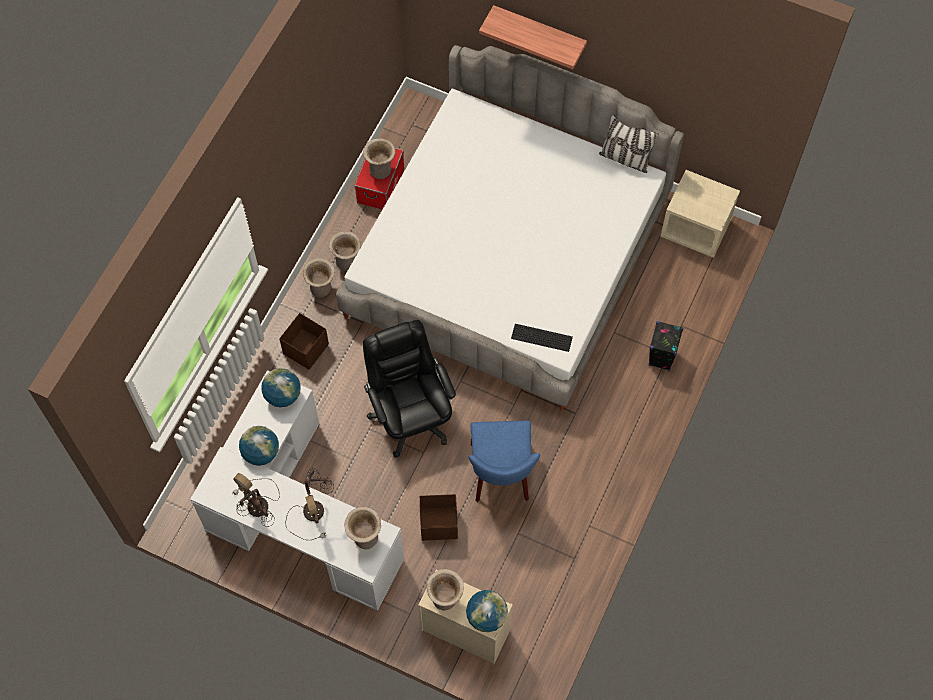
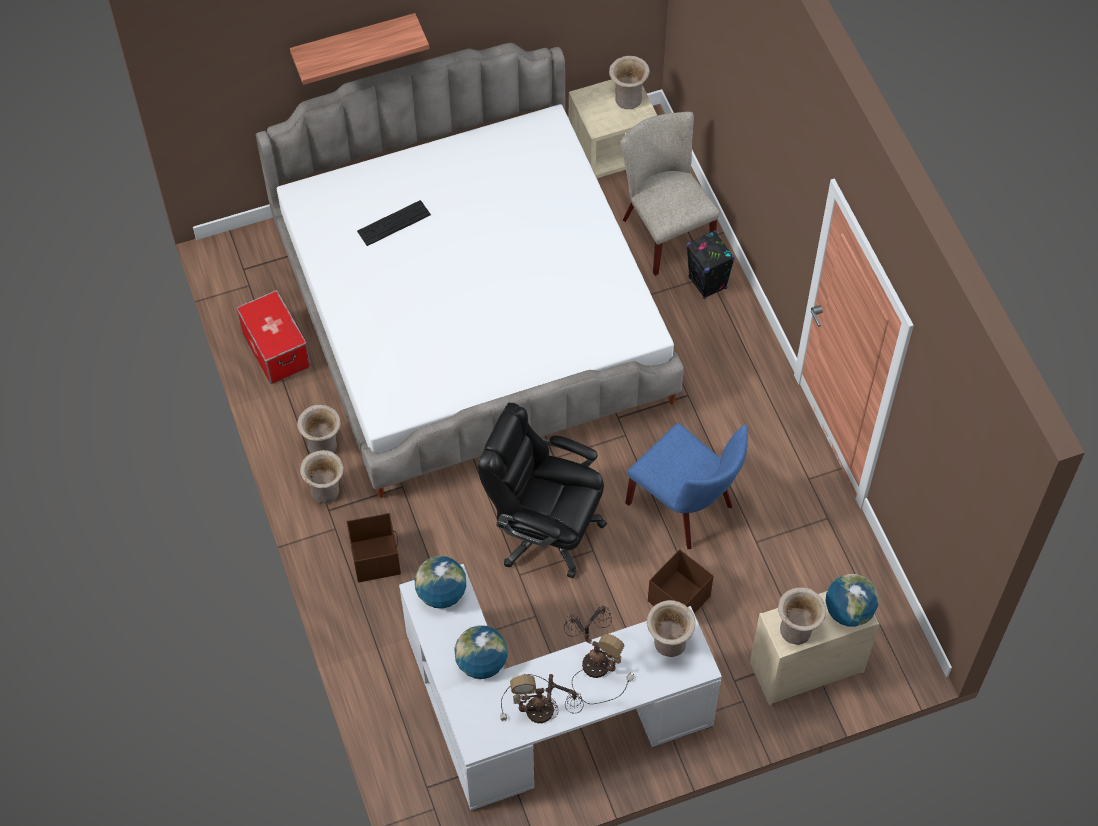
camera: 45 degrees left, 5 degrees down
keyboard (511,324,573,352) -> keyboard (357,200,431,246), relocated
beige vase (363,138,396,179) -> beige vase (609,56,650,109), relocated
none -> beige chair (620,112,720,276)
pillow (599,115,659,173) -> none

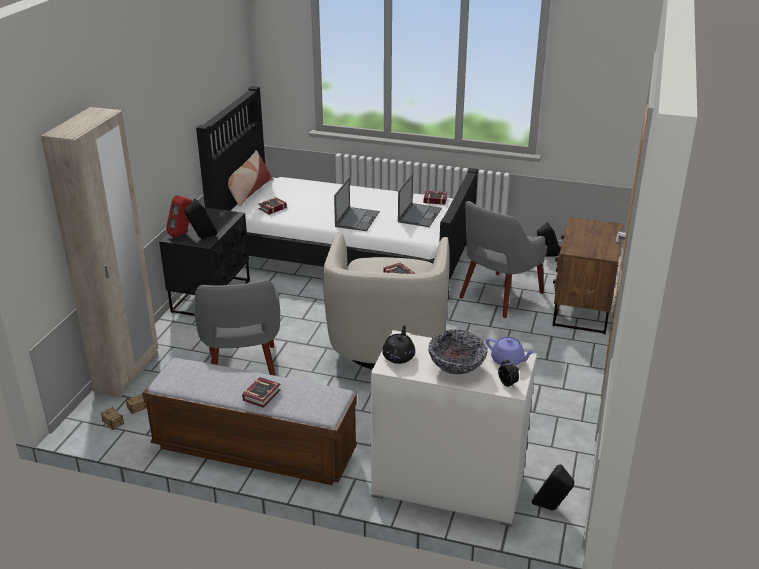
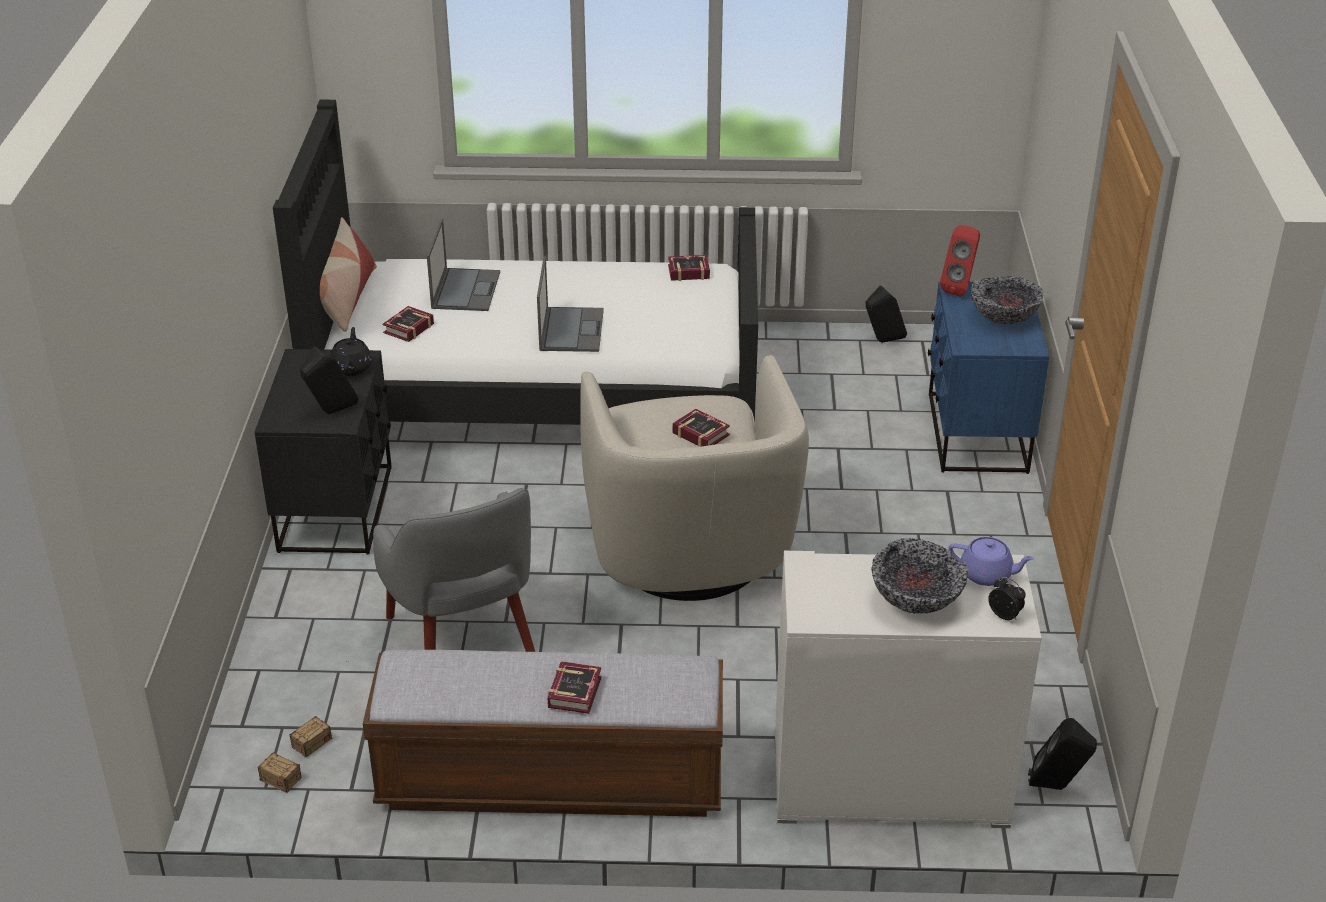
camera: 15 degrees left, 5 degrees up
black teapot (382,325,415,364) -> black teapot (330,327,372,376), relocated
laptop (398,174,442,227) -> laptop (427,218,500,311), relocated
brown nightstand (553,217,624,334) -> blue nightstand (928,281,1050,474)
red speaker (166,195,192,238) -> red speaker (940,225,980,297), relocated
none -> bowl (971,276,1044,324)
beige wardrobe (41,107,158,397) -> none
grey armchair (459,201,547,318) -> none

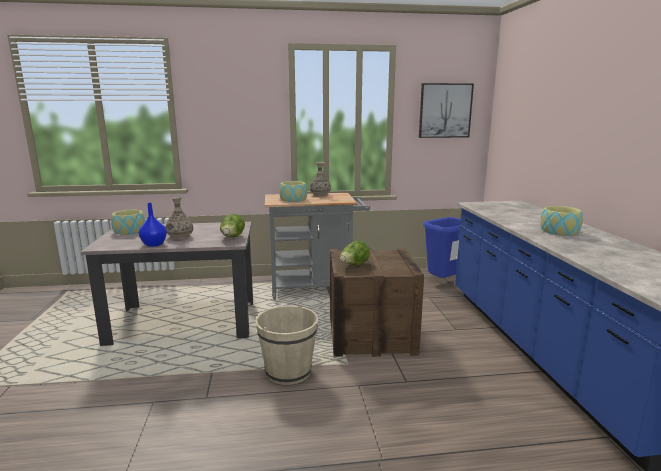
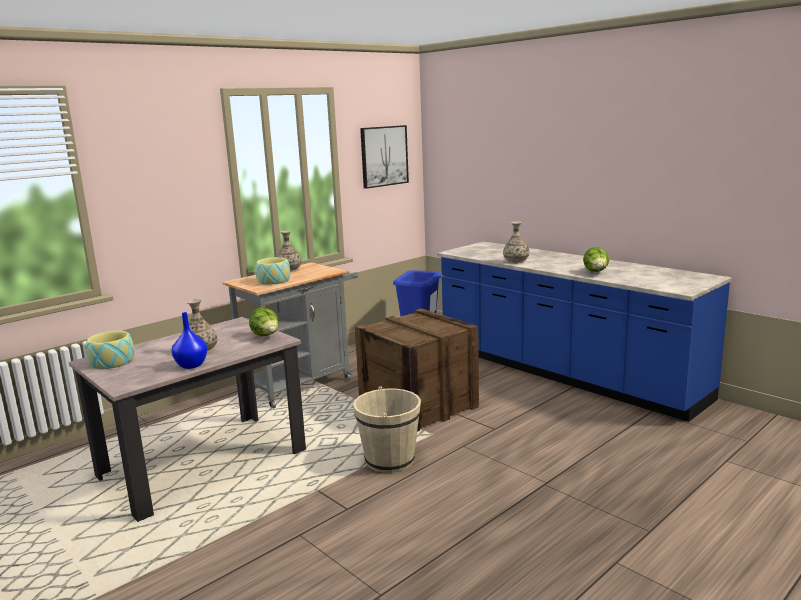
camera: 35 degrees left, 0 degrees up
none -> vase (503,221,529,263)
lettuce (340,241,370,265) -> lettuce (583,247,609,272), relocated
bowl (540,206,583,236) -> none

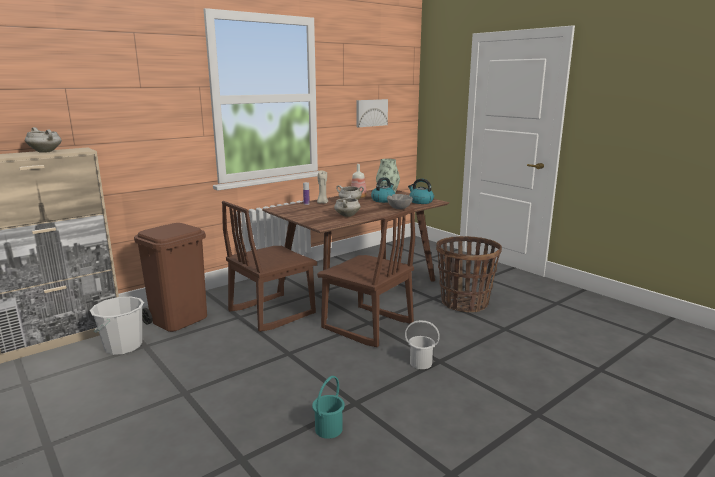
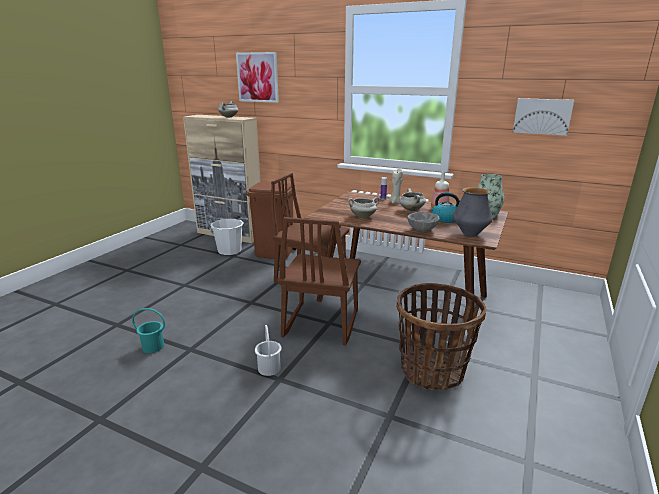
camera: 65 degrees right, 5 degrees up
none -> picture (236,52,279,103)
kettle (408,179,434,204) -> vase (453,187,493,237)

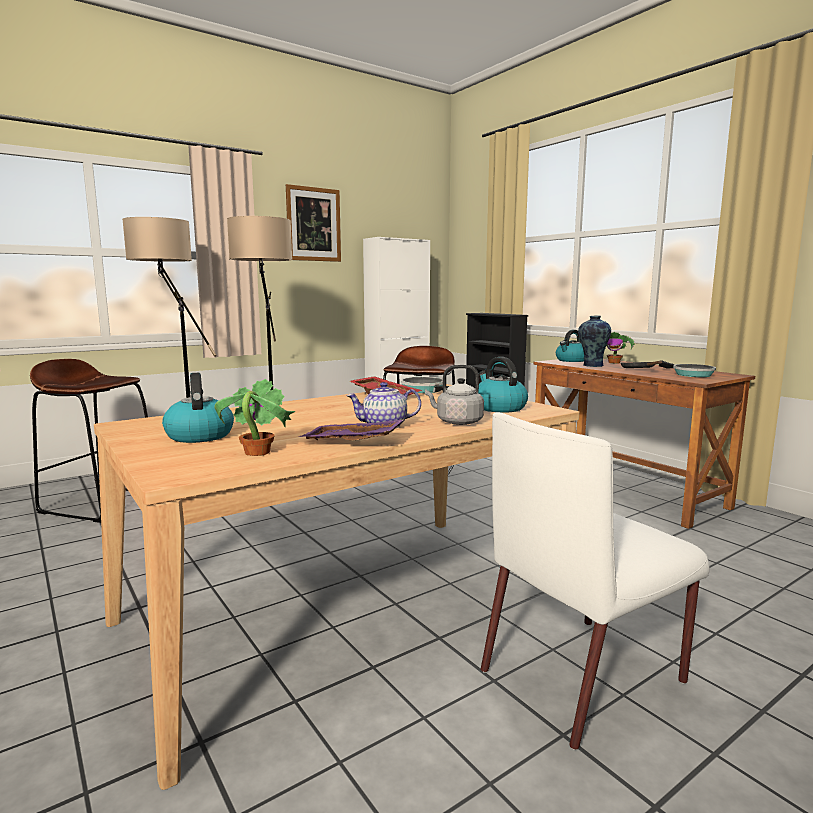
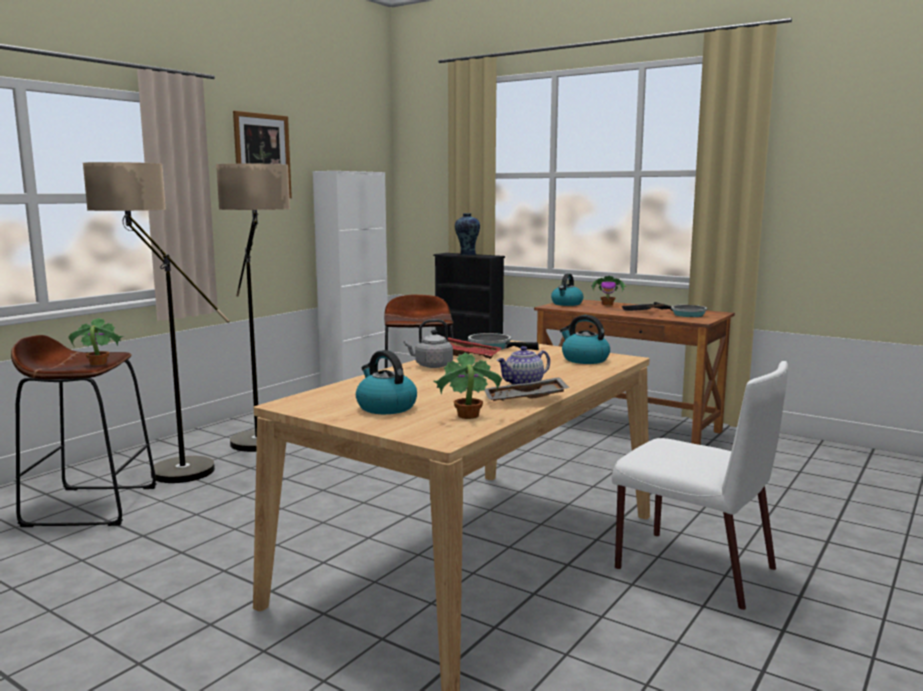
camera: 20 degrees left, 0 degrees up
none -> potted plant (68,318,123,365)
grey kettle (425,365,484,425) -> grey kettle (404,319,453,368), relocated
vase (578,316,611,367) -> vase (455,213,480,255), relocated
purple tray (298,419,405,440) -> grey tray (484,377,570,401)
white chair (481,412,710,750) -> white chair (612,361,788,610), 90 degrees counterclockwise

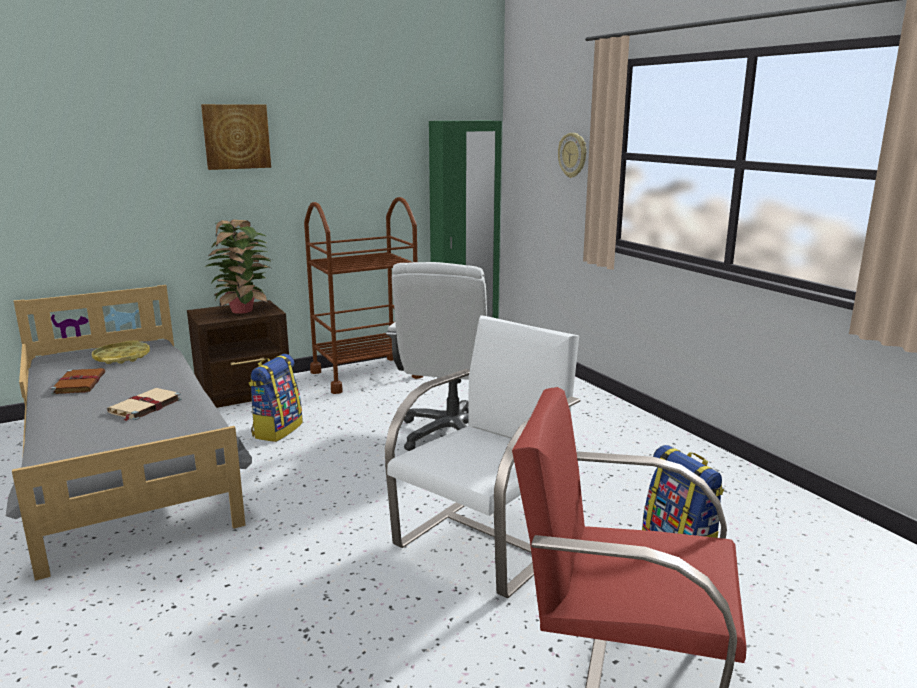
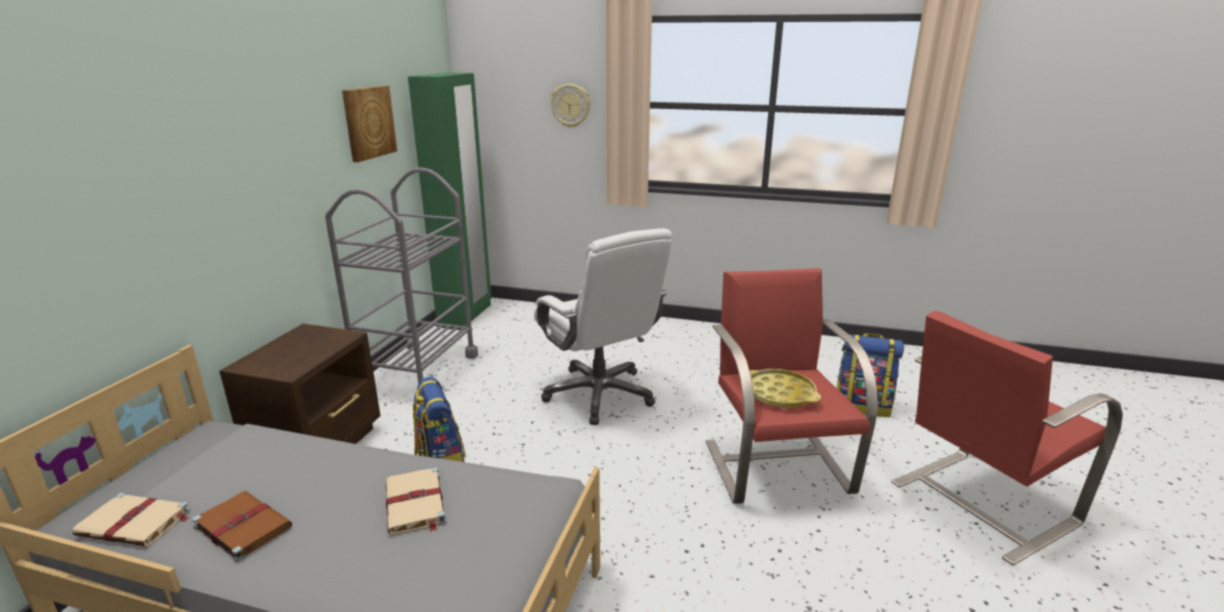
camera: 45 degrees left, 5 degrees up
none -> beige book (72,492,191,547)
brown cart (304,197,423,394) -> grey cart (325,167,478,404)
picture (201,104,271,170) -> picture (342,85,397,162), relocated
white armchair (385,316,580,598) -> red armchair (706,268,878,504)
yellow tray (92,340,150,364) -> yellow tray (750,369,821,409), relocated
potted plant (206,220,272,314) -> none

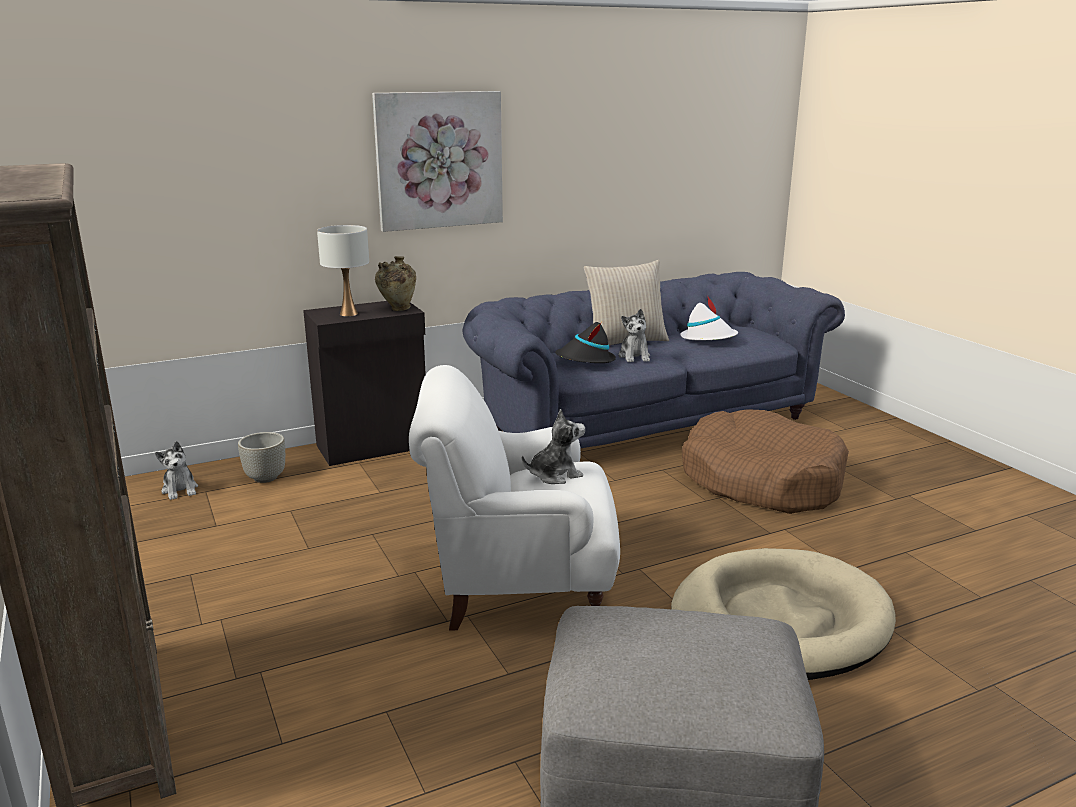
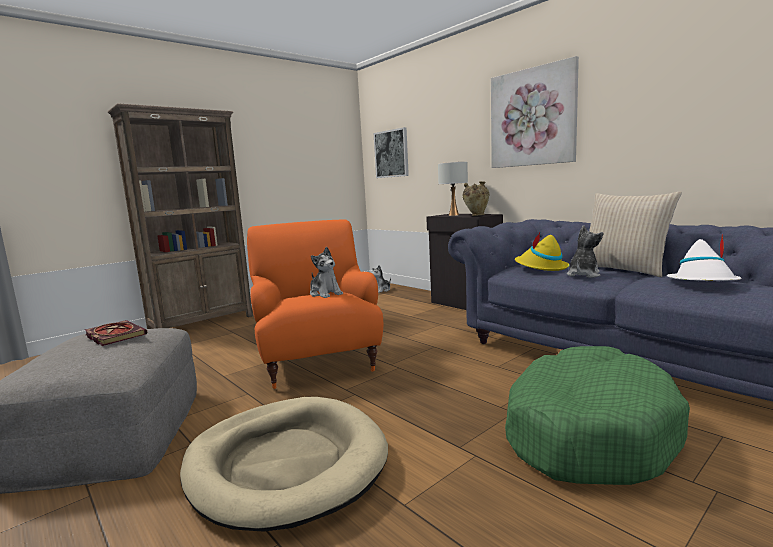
camera: 75 degrees right, 10 degrees down
none -> book (85,320,148,346)
white armchair (409,365,620,631) -> orange armchair (247,219,383,389)
none -> picture (374,127,409,178)
brown dog bed (682,409,849,514) -> green dog bed (505,346,690,485)
black hat (555,322,616,363) -> yellow hat (515,233,569,271)
plush toy (619,309,650,362) -> plush toy (567,225,603,278), 150 degrees clockwise
grey planter (238,432,285,483) -> none

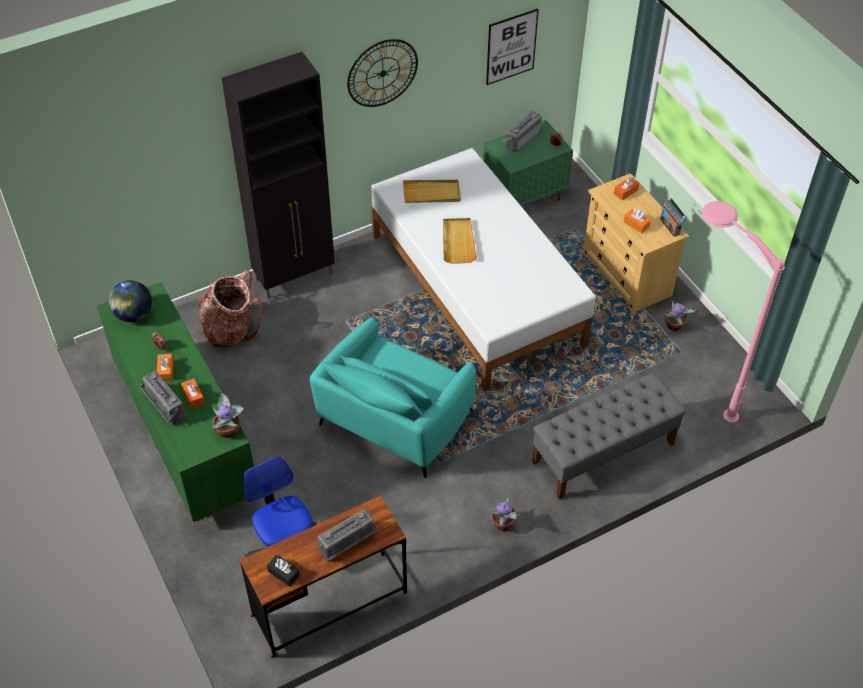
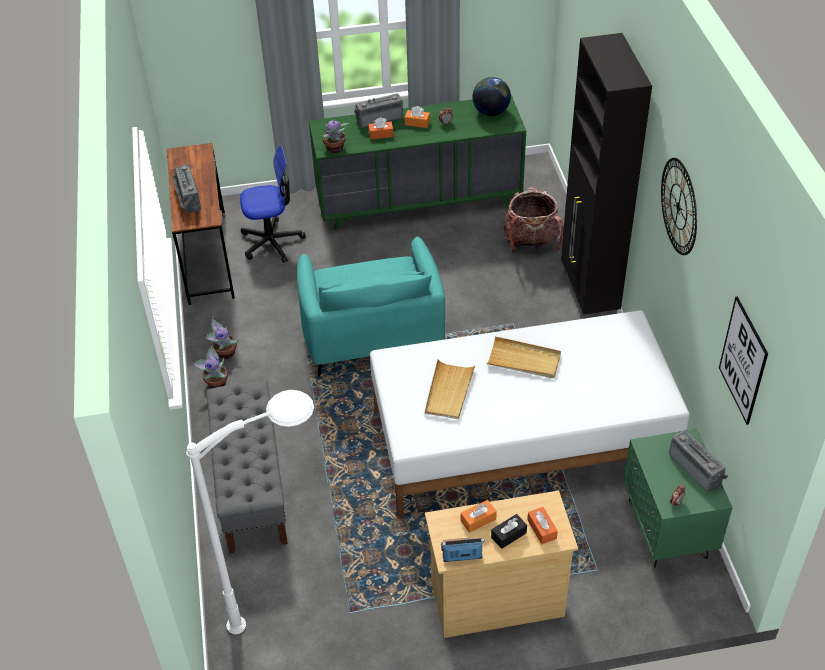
camera: 110 degrees right, 5 degrees down
pink floor lamp (701,201,785,423) -> white floor lamp (186,390,314,635)
potted plant (664,301,697,331) -> potted plant (205,316,239,359), relocated
turquoise armchair (310,317,476,478) -> turquoise armchair (297,236,445,377), 150 degrees counterclockwise
beige tray (403,180,461,203) -> beige tray (425,359,476,419), relocated
black tissue box (267,555,300,587) -> black tissue box (491,514,527,549), relocated

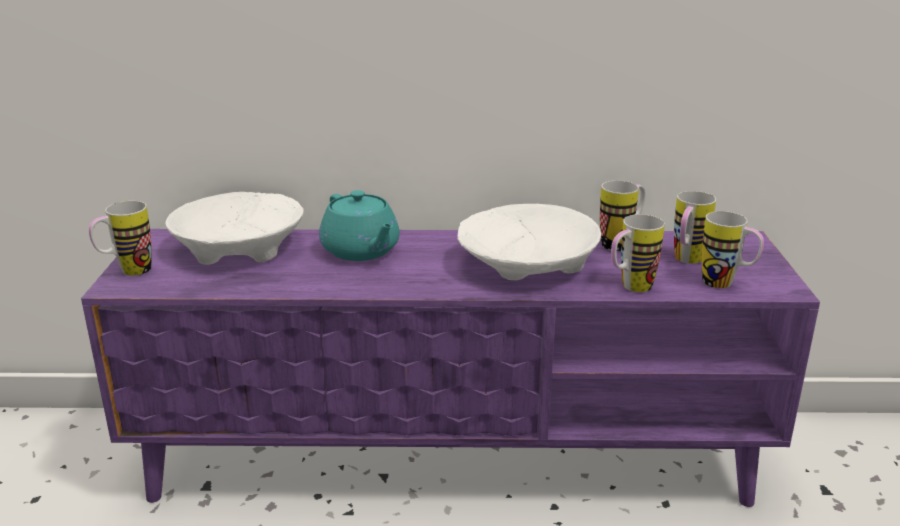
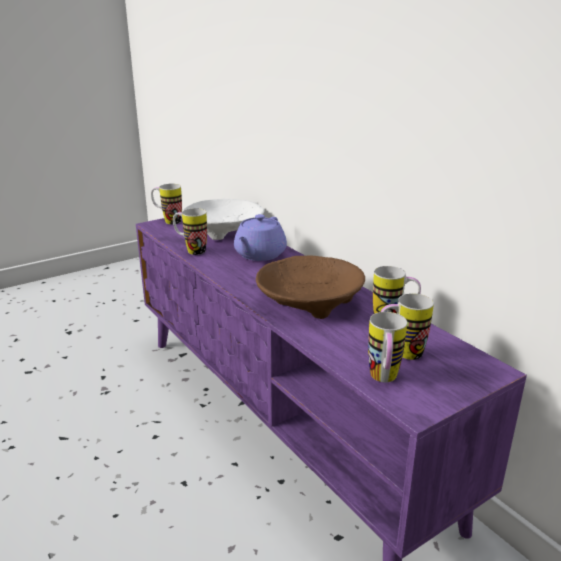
camera: 55 degrees right, 0 degrees up
mug (611,214,665,292) -> mug (173,208,207,255), relocated
turquoise teapot (319,190,400,261) -> purple teapot (234,214,287,261)
white bowl (457,204,601,280) -> brown bowl (256,255,365,319)

